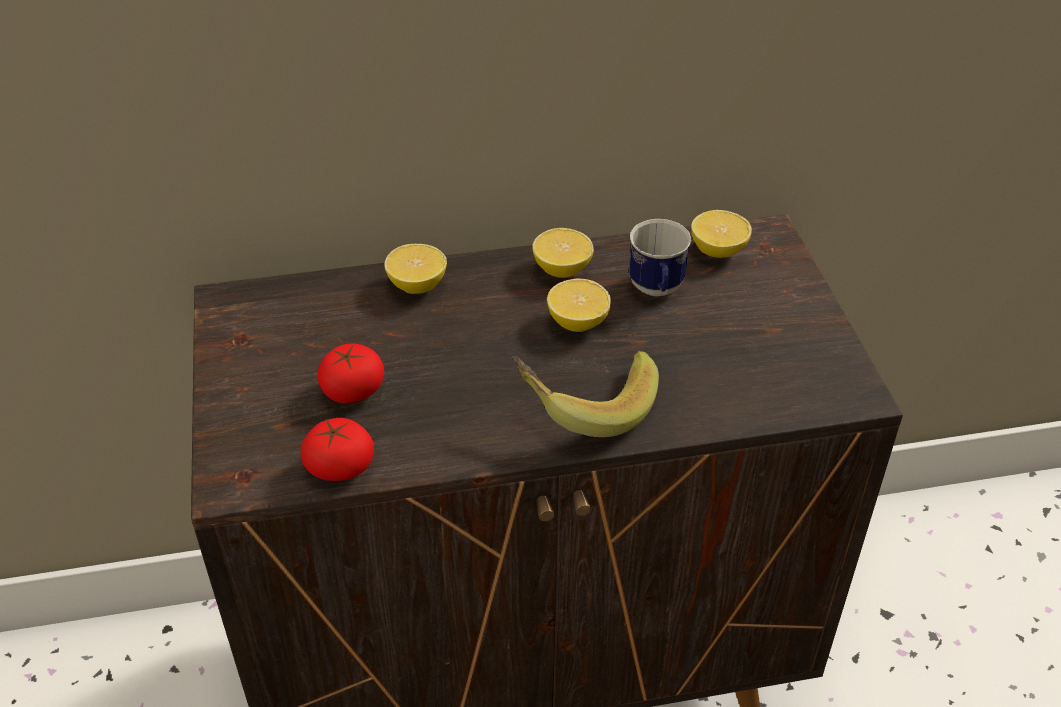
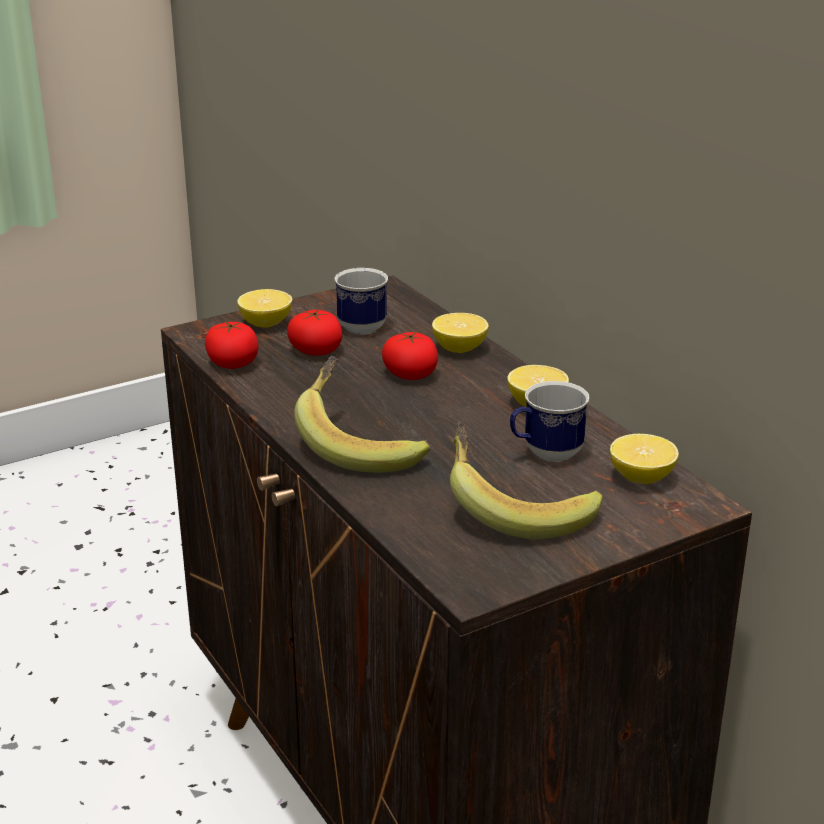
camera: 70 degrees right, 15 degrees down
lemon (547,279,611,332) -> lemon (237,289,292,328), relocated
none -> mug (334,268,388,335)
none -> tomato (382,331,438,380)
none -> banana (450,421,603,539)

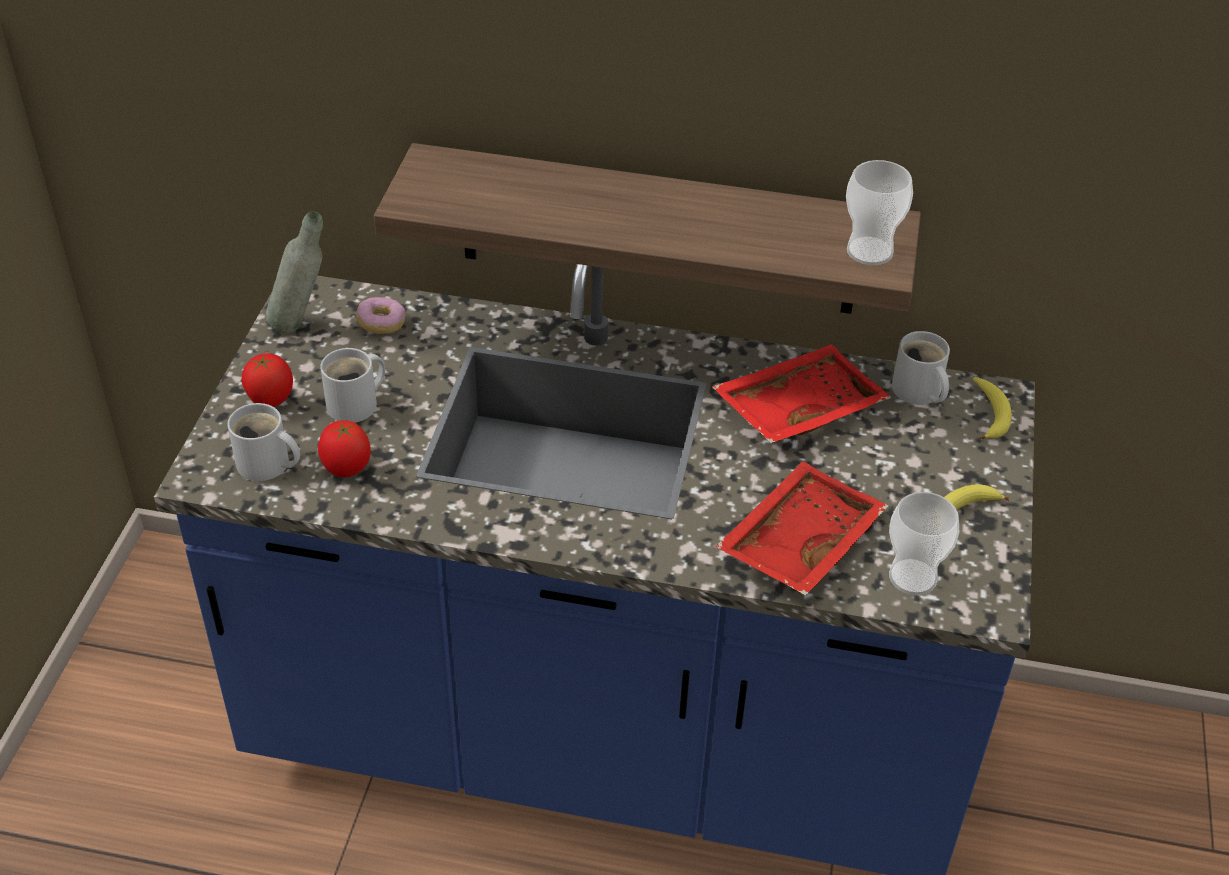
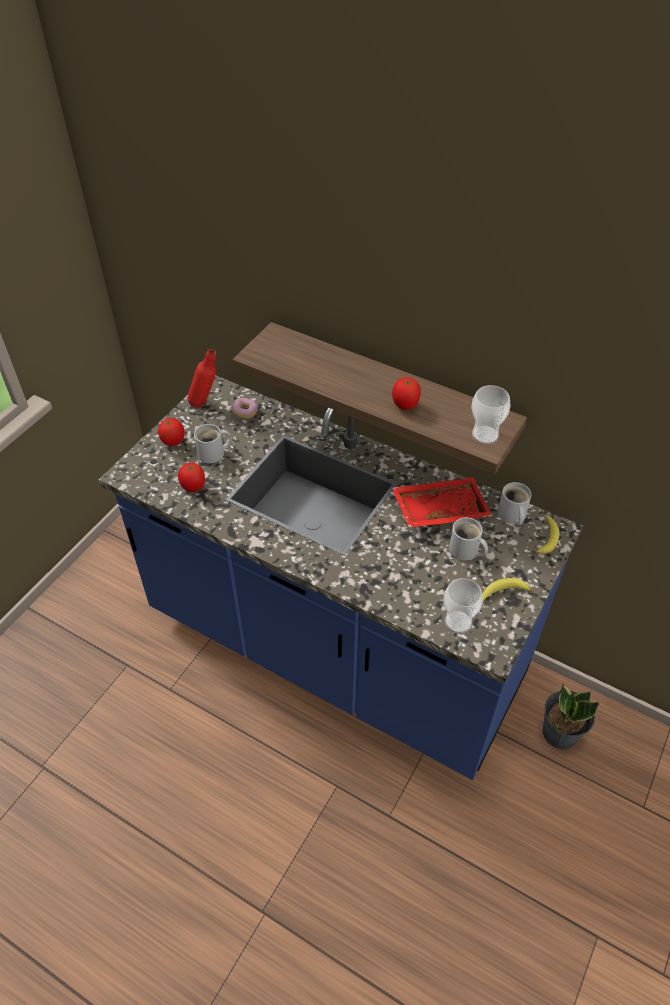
camera: 20 degrees right, 5 degrees up
grey bottle (266,211,323,333) -> red bottle (187,349,216,408)
none -> tomato (392,377,421,410)
white mug (227,403,300,481) -> white mug (449,517,488,560), relocated
none -> potted plant (543,683,600,750)
red tray (715,461,888,596) -> none

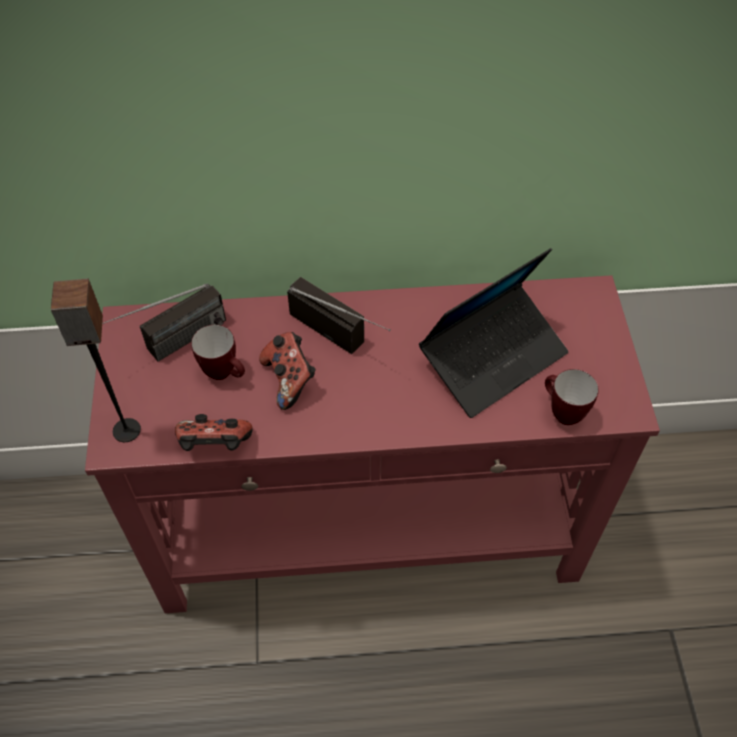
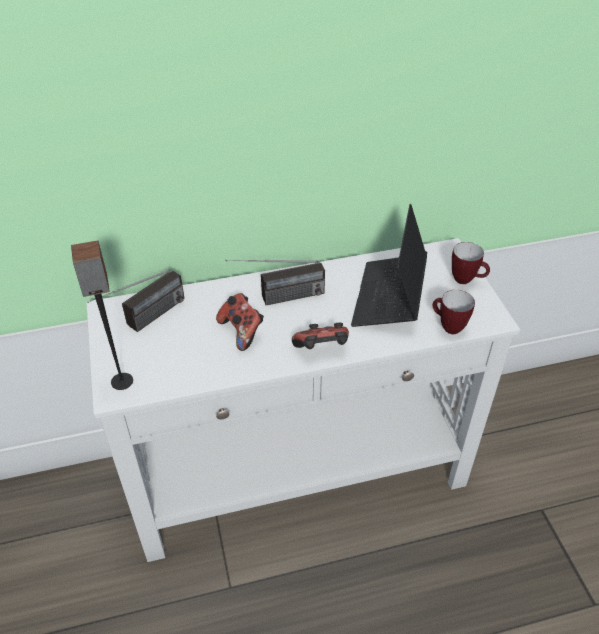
camera: 10 degrees left, 10 degrees down
red console table (85,275,660,613) -> white console table (86,238,520,562)
radio (287,277,391,354) -> radio (225,260,325,305), 135 degrees clockwise
game controller (175,414,253,451) -> game controller (292,323,349,349), relocated
laptop (419,248,568,418) -> laptop (351,204,427,327), 150 degrees clockwise
mug (191,325,245,380) -> mug (452,242,490,284), relocated

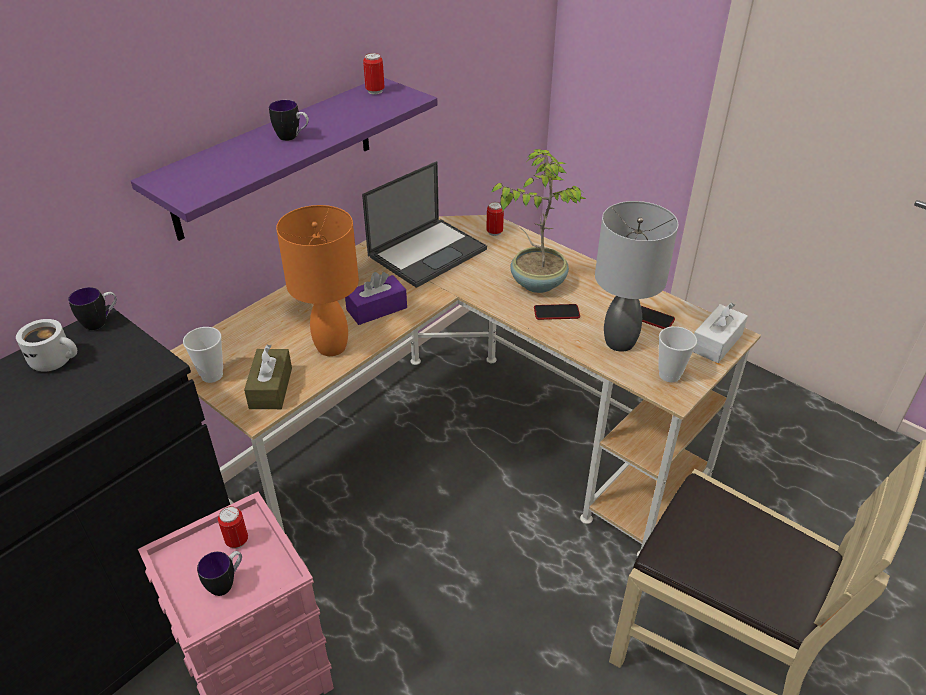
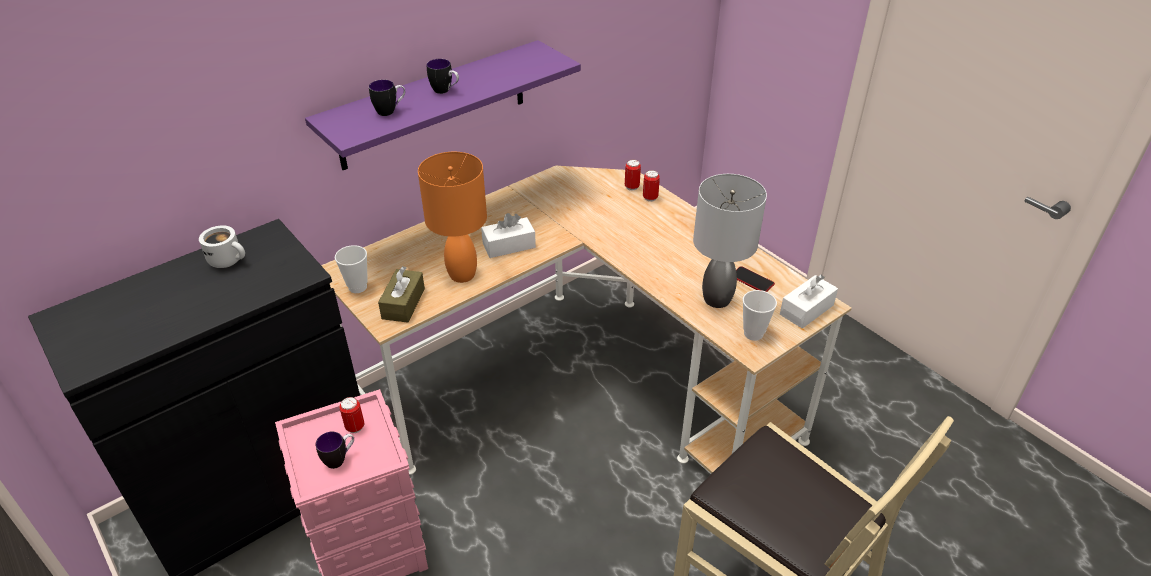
camera: 10 degrees right, 0 degrees up
mug (68,287,117,330) -> mug (369,80,405,116), relocated
purple tissue box (345,272,407,325) -> white tissue box (481,213,536,258)
can (363,53,384,94) -> can (643,170,660,202), relocated
laptop (362,161,487,288) -> none
potted plant (491,149,585,293) -> none
phone (534,304,580,320) -> none

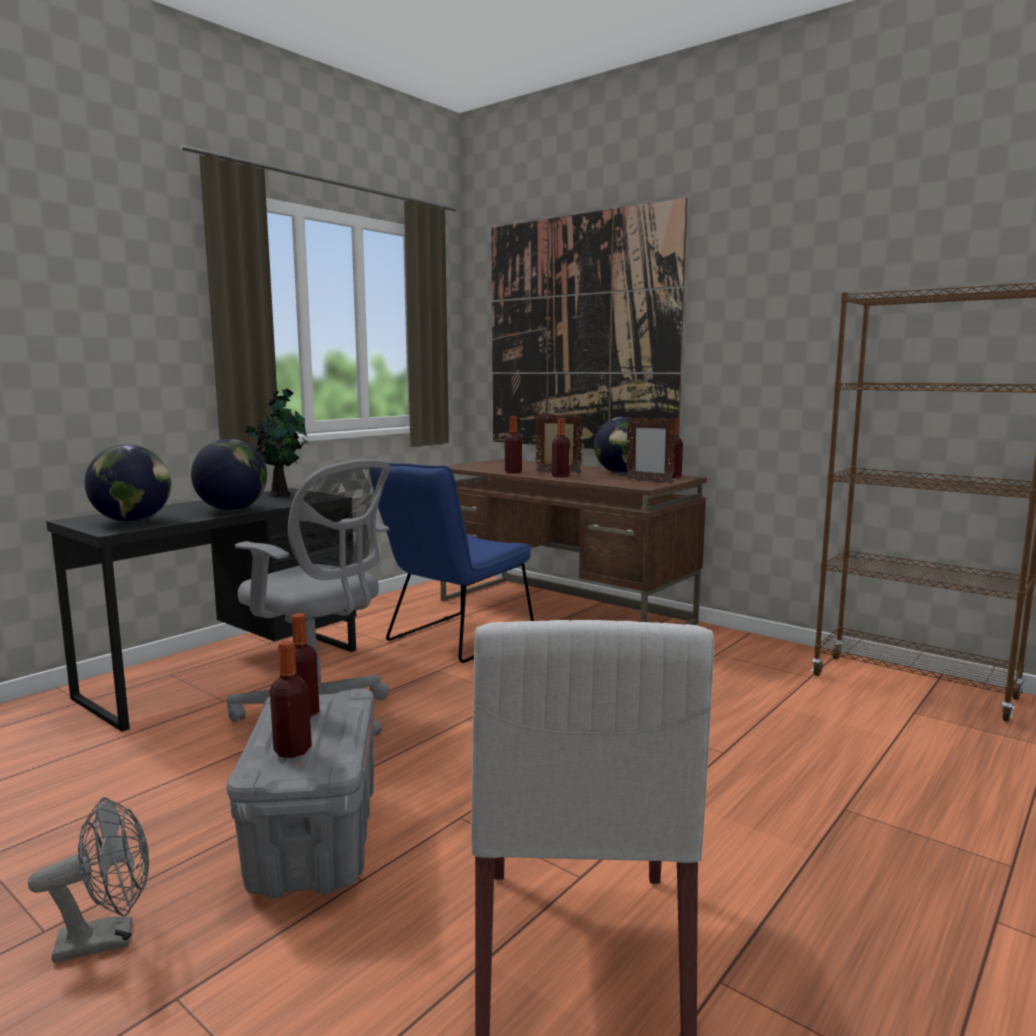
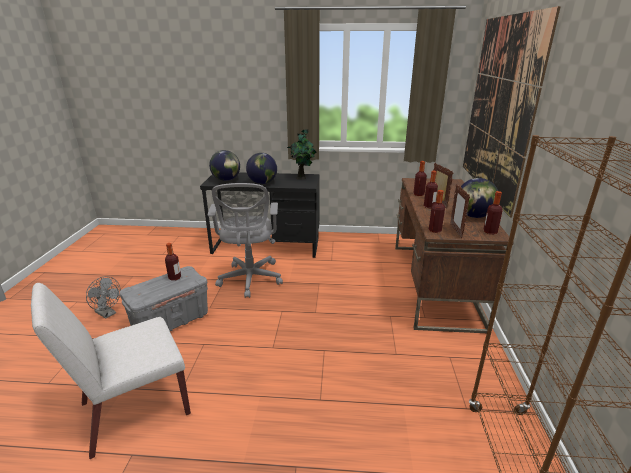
camera: 55 degrees right, 15 degrees up
bottle (270,640,312,758) -> bottle (429,190,445,233), relocated
blue chair (369,463,534,663) -> none

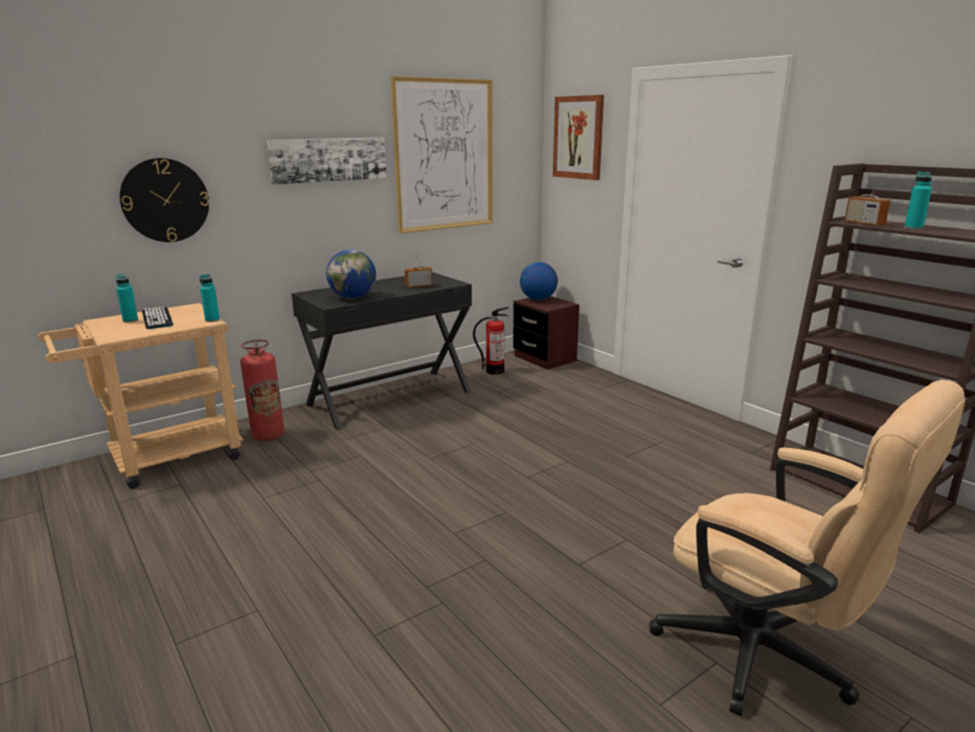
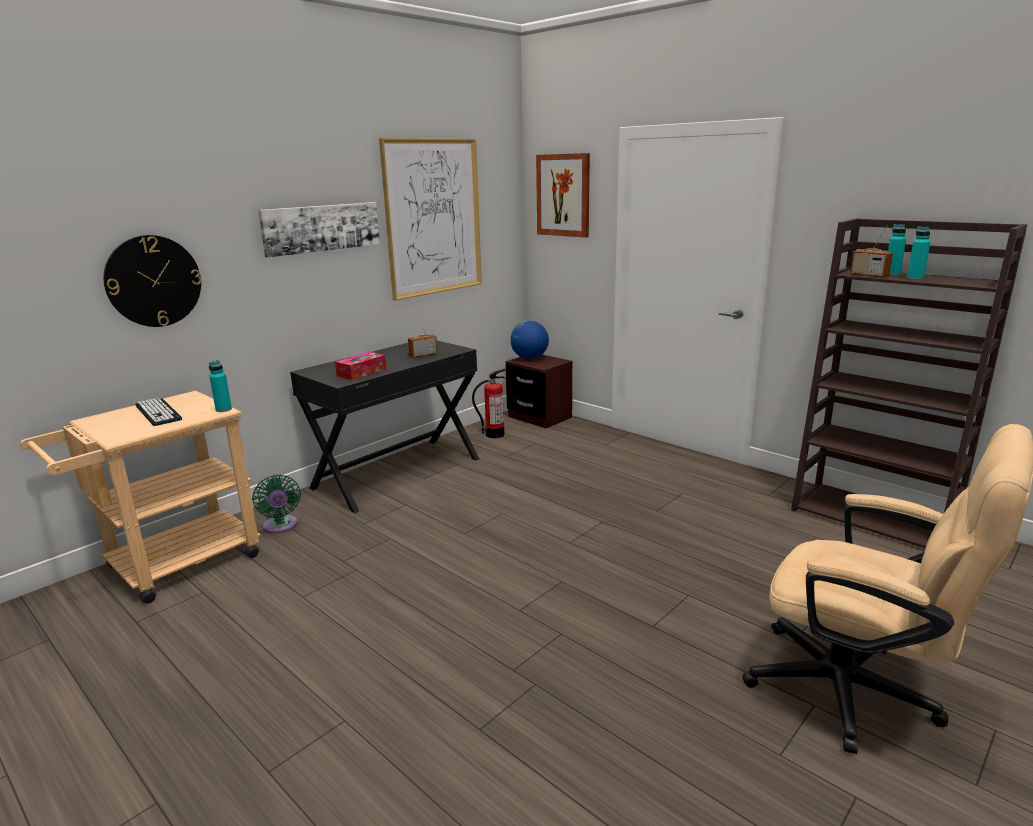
camera: 10 degrees left, 0 degrees up
fire extinguisher (240,339,285,441) -> green fan (252,474,301,533)
globe (326,249,376,299) -> tissue box (335,352,386,380)
turquoise bottle (116,274,138,323) -> turquoise bottle (888,224,906,275), relocated

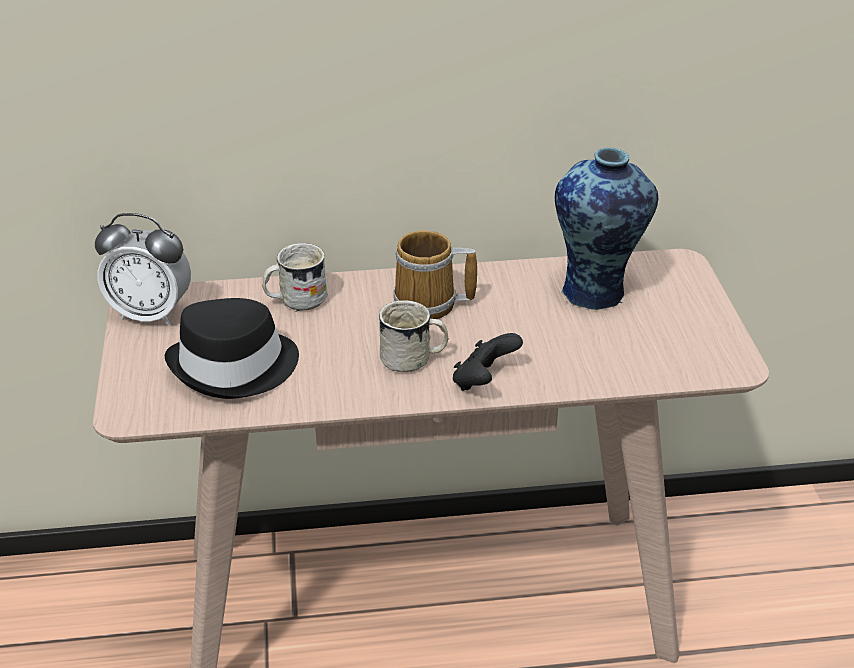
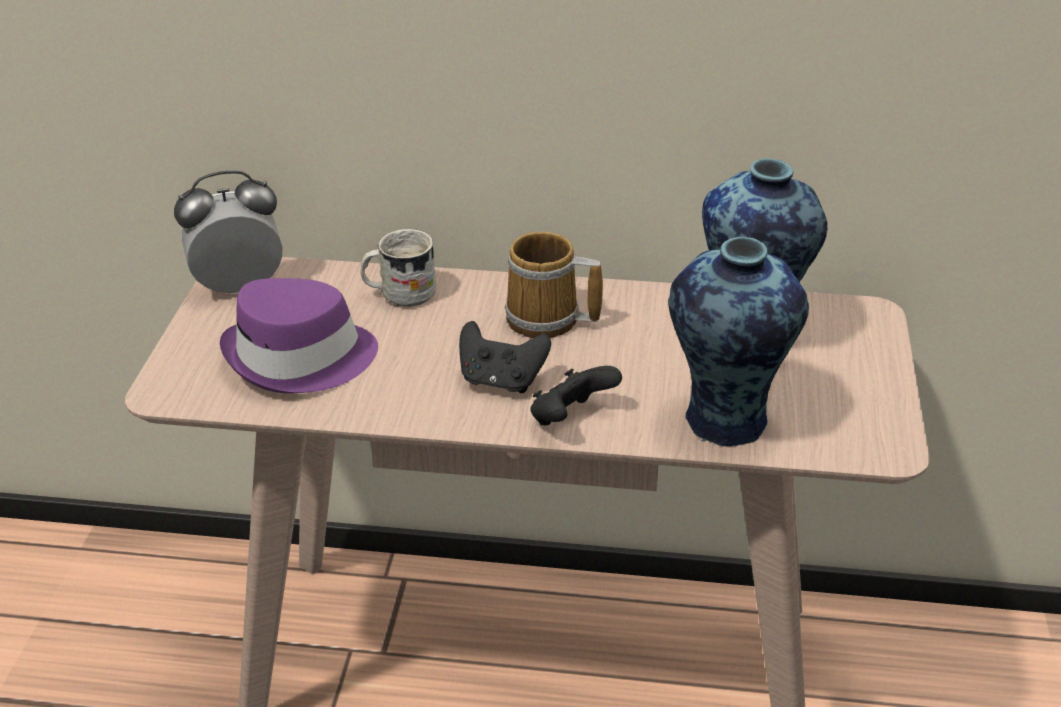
camera: 15 degrees right, 0 degrees up
alarm clock (95,213,191,326) -> alarm clock (174,171,282,293), 135 degrees clockwise
black hat (165,298,299,399) -> purple hat (220,278,378,393)
white mug (379,300,449,372) -> black game controller (459,321,551,393)
none -> vase (668,237,809,446)

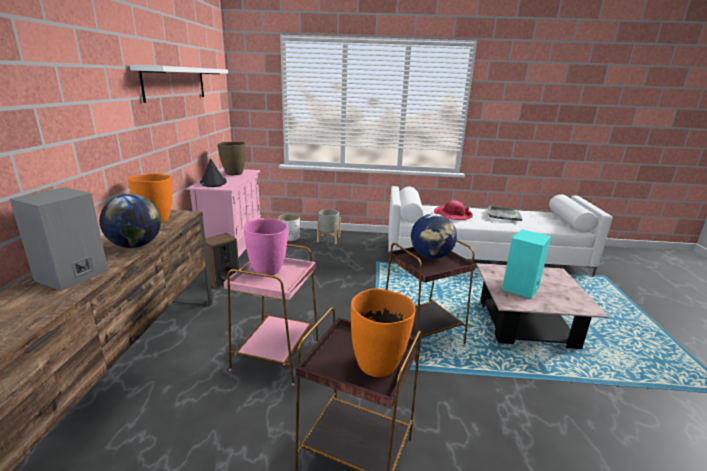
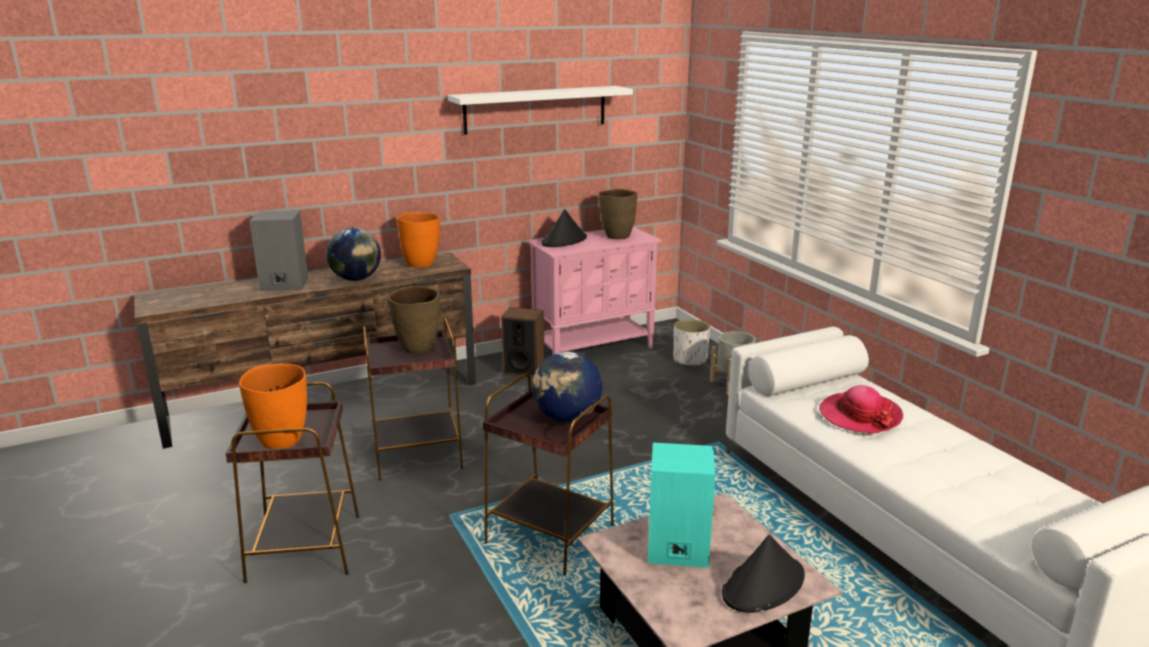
camera: 60 degrees right, 0 degrees up
pink side table (224,244,318,386) -> brown side table (363,318,463,480)
pink vase (244,219,288,275) -> brown vase (388,286,439,354)
none -> black hat (722,535,805,613)
grey tray (487,205,524,221) -> none

